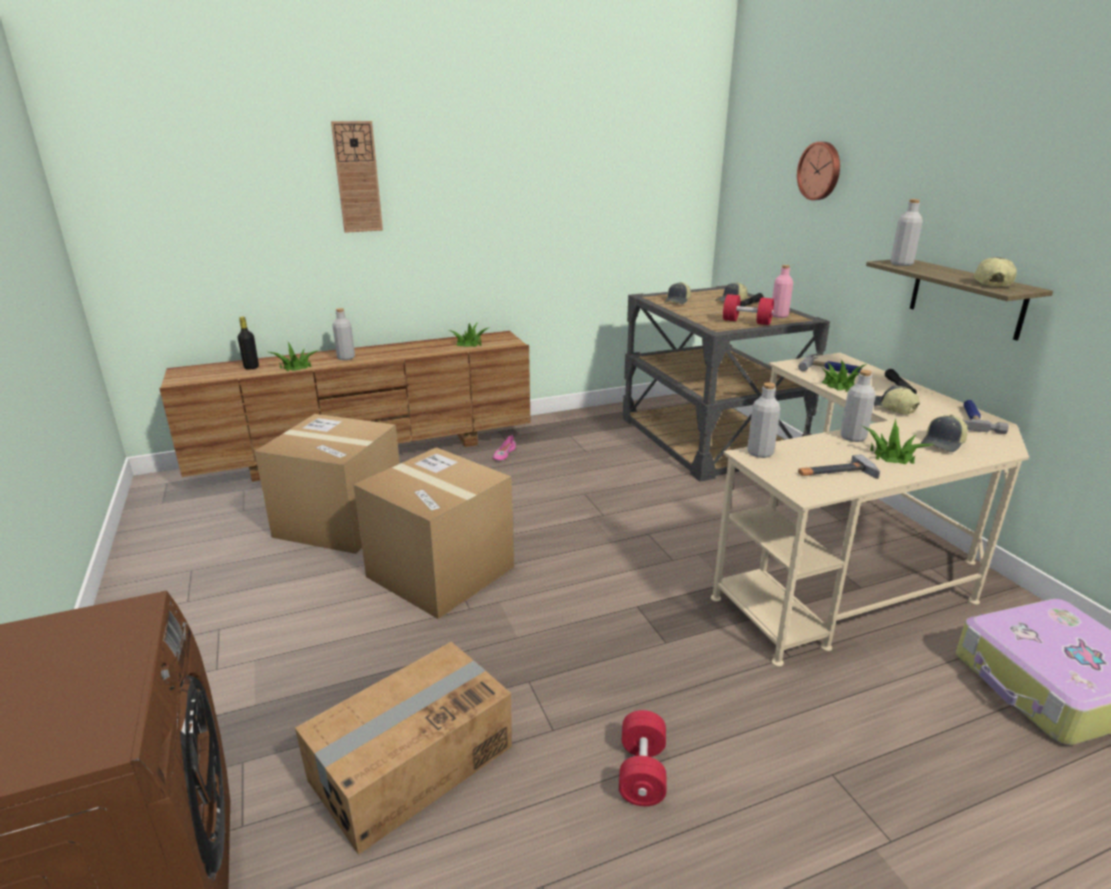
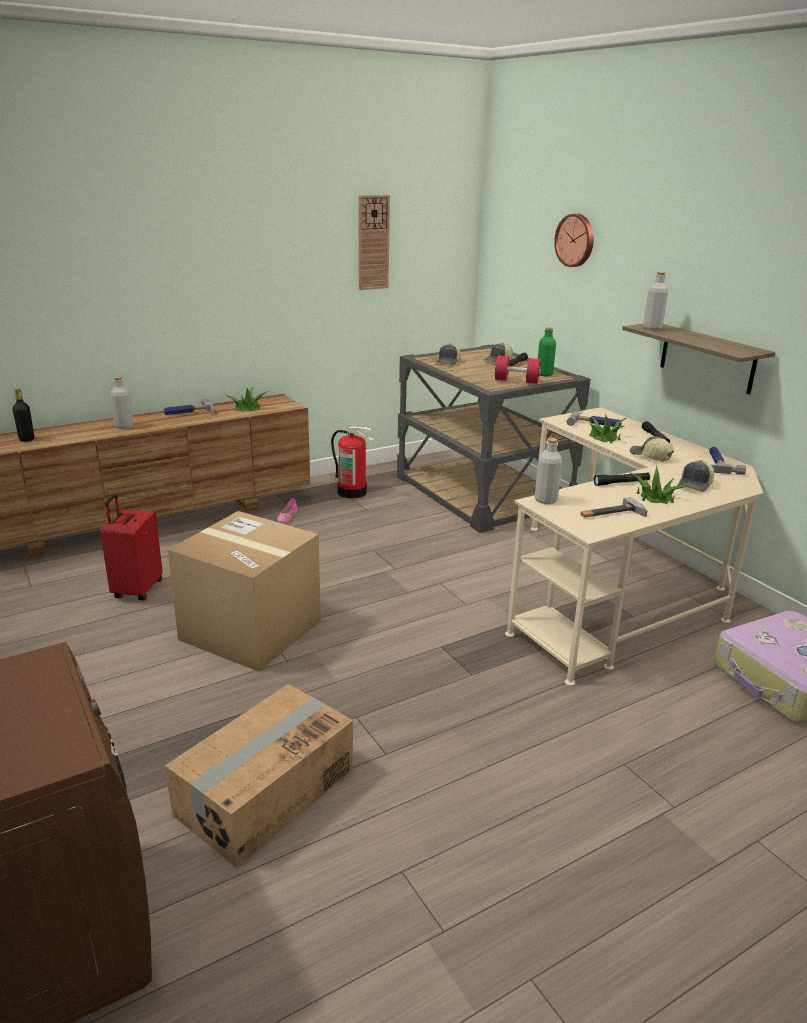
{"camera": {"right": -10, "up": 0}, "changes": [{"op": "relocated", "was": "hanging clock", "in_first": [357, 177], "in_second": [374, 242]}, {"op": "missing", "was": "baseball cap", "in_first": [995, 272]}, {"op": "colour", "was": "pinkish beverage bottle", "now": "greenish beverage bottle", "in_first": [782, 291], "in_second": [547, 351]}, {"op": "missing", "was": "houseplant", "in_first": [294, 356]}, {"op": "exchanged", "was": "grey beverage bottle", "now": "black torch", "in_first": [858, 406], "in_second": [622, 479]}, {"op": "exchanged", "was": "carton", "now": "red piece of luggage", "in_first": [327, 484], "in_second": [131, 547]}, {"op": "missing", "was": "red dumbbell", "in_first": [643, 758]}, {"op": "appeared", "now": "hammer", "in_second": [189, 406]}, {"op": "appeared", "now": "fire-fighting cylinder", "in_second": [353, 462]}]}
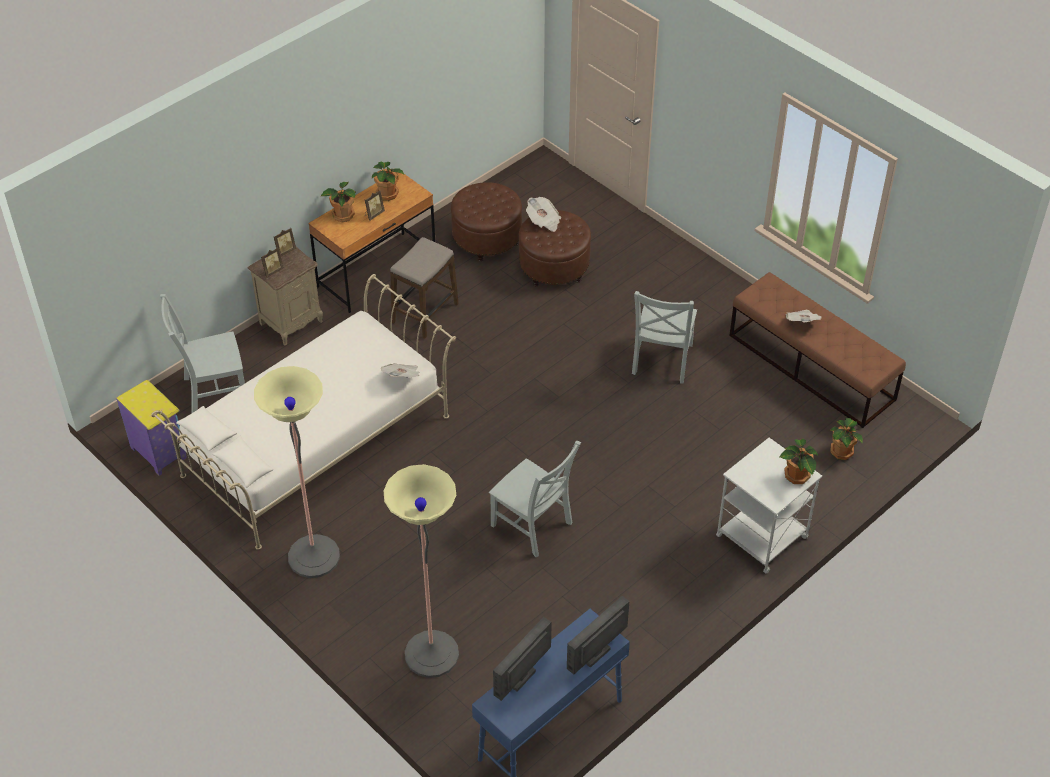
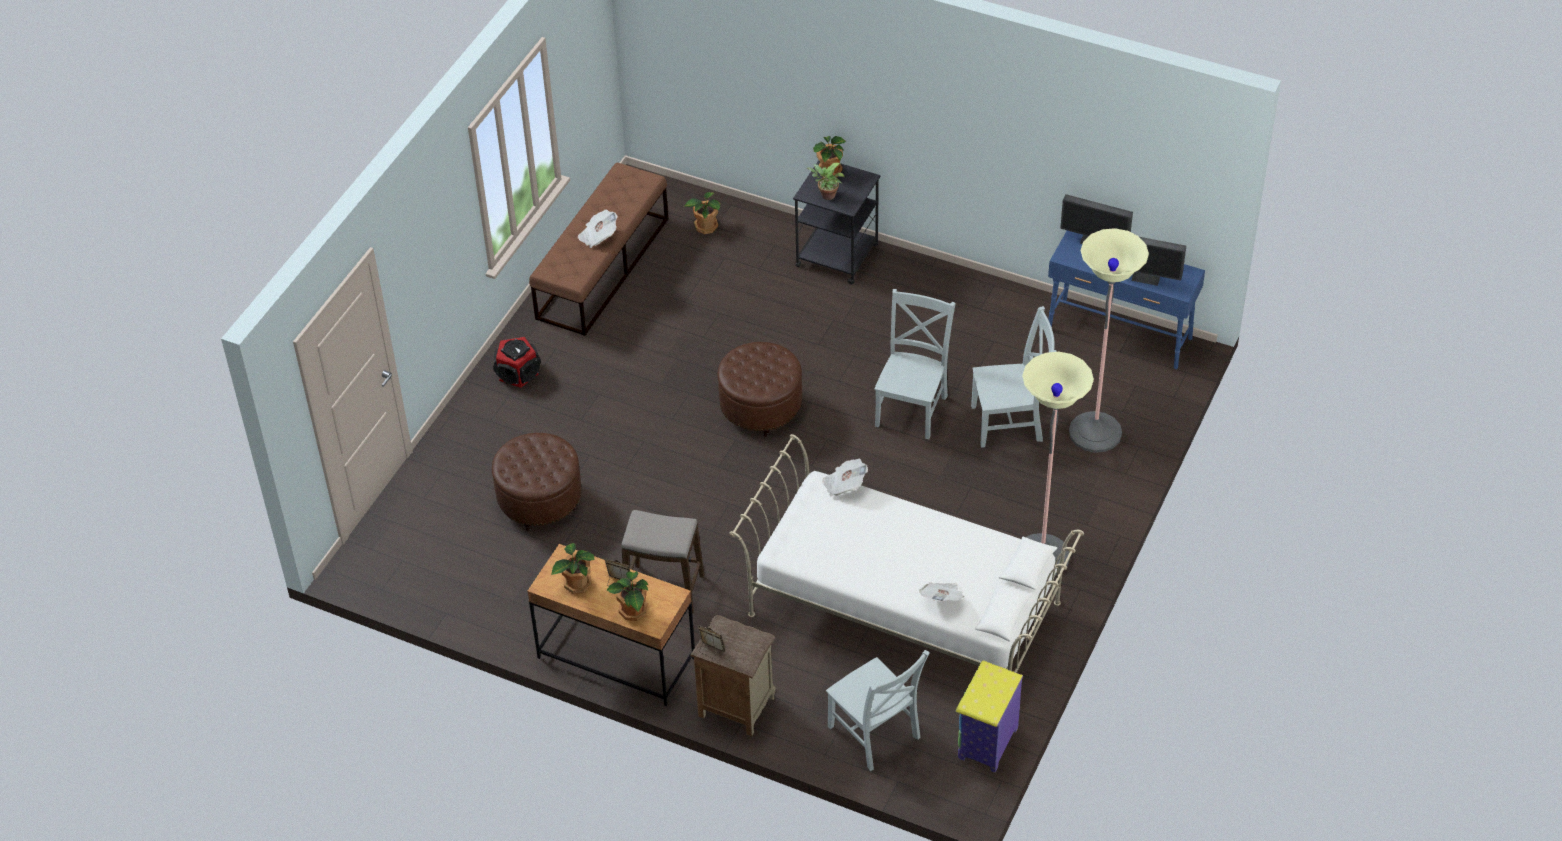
{"camera": {"right": -110, "up": 0}, "changes": [{"op": "relocated", "was": "brownish pouffe", "in_first": [486, 221], "in_second": [760, 389]}, {"op": "relocated", "was": "newspaper", "in_first": [543, 214], "in_second": [941, 591]}, {"op": "missing", "was": "photo frame", "in_first": [272, 263]}, {"op": "relocated", "was": "grey upright chair", "in_first": [664, 337], "in_second": [1014, 377]}, {"op": "colour", "was": "white-coloured wheeled cart", "now": "black wheeled cart", "in_first": [769, 505], "in_second": [836, 222]}, {"op": "appeared", "now": "houseplant", "in_second": [826, 181]}, {"op": "appeared", "now": "loudspeaker", "in_second": [517, 362]}]}
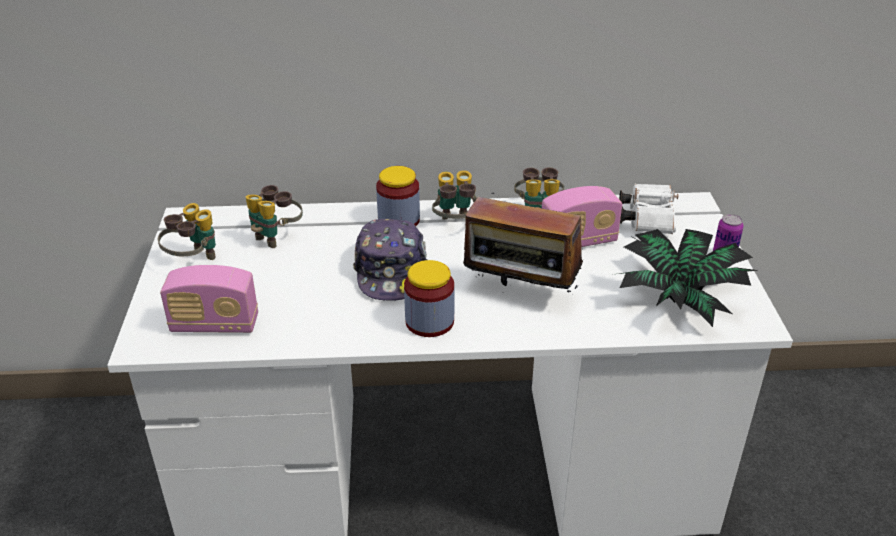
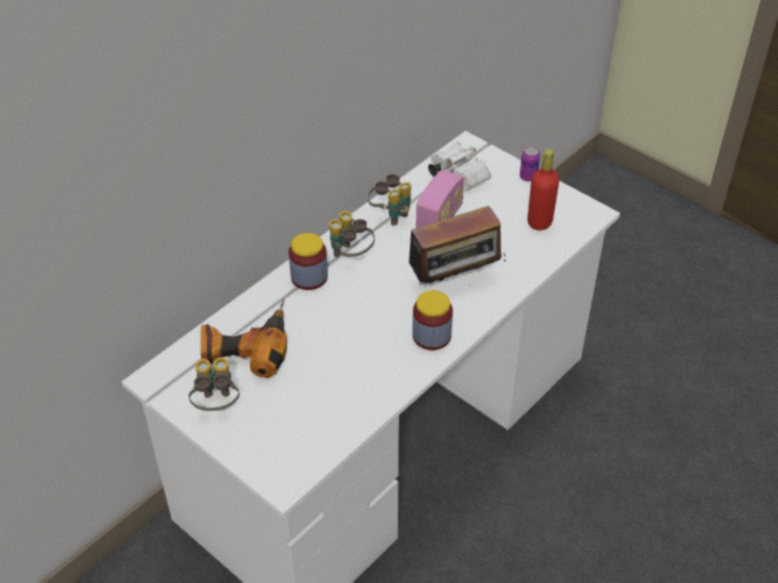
{"camera": {"right": -45, "up": 10}, "changes": [{"op": "exchanged", "was": "field glasses", "now": "power drill", "in_first": [274, 216], "in_second": [244, 338]}, {"op": "missing", "was": "baseball cap", "in_first": [390, 260]}, {"op": "exchanged", "was": "houseplant", "now": "red beverage bottle", "in_first": [684, 278], "in_second": [543, 189]}, {"op": "missing", "was": "radio receiver", "in_first": [209, 299]}]}
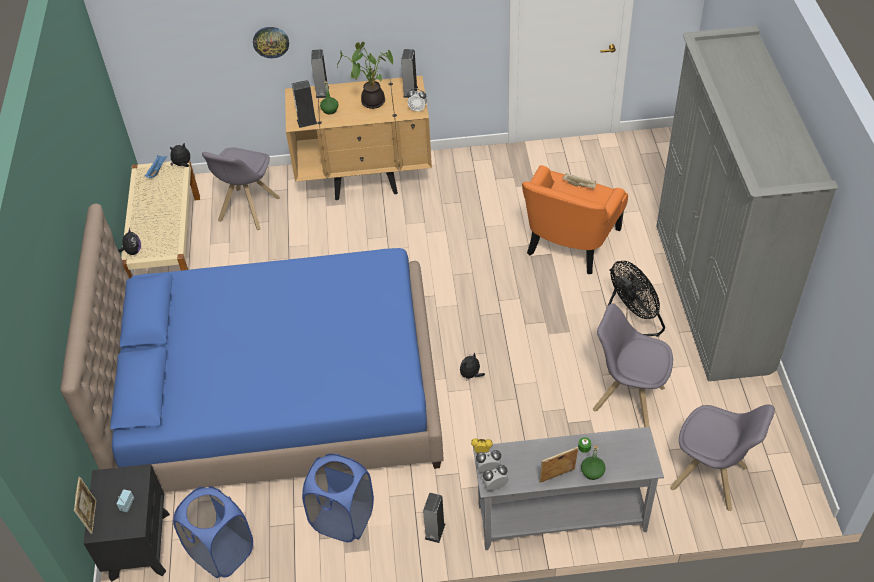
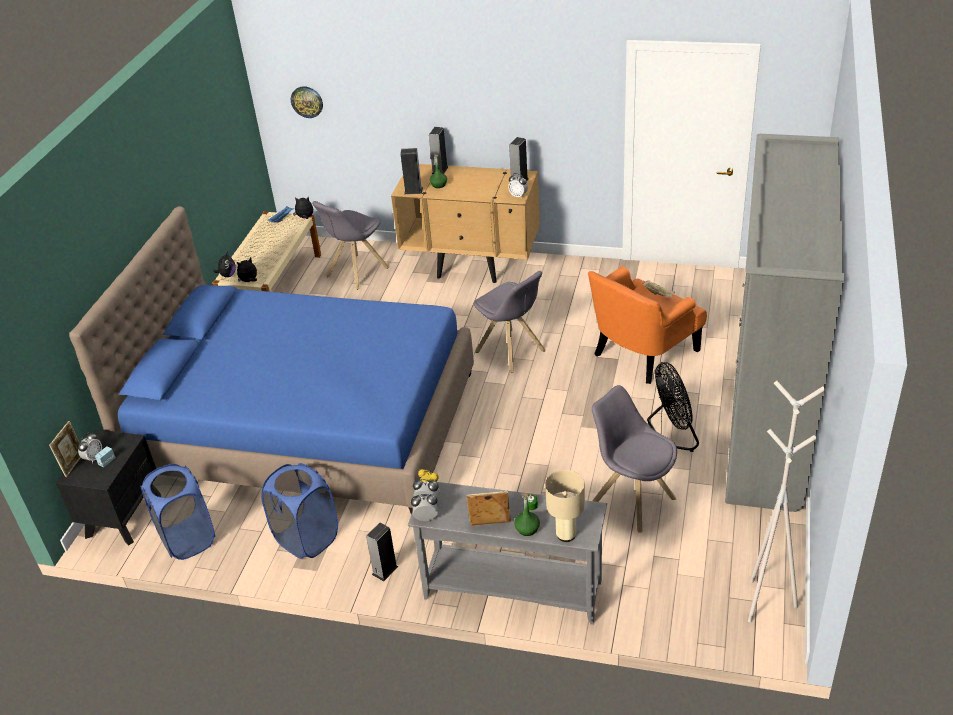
{"camera": {"right": 20, "up": -10}, "changes": [{"op": "relocated", "was": "hanging clock", "in_first": [271, 42], "in_second": [307, 102]}, {"op": "missing", "was": "houseplant", "in_first": [365, 75]}, {"op": "relocated", "was": "soft toy", "in_first": [472, 366], "in_second": [247, 270]}, {"op": "relocated", "was": "grey upright chair", "in_first": [722, 458], "in_second": [509, 322]}, {"op": "appeared", "now": "grey garment stand", "in_second": [786, 502]}, {"op": "appeared", "now": "table clock", "in_second": [90, 447]}, {"op": "appeared", "now": "beige lamp for a table", "in_second": [565, 506]}]}
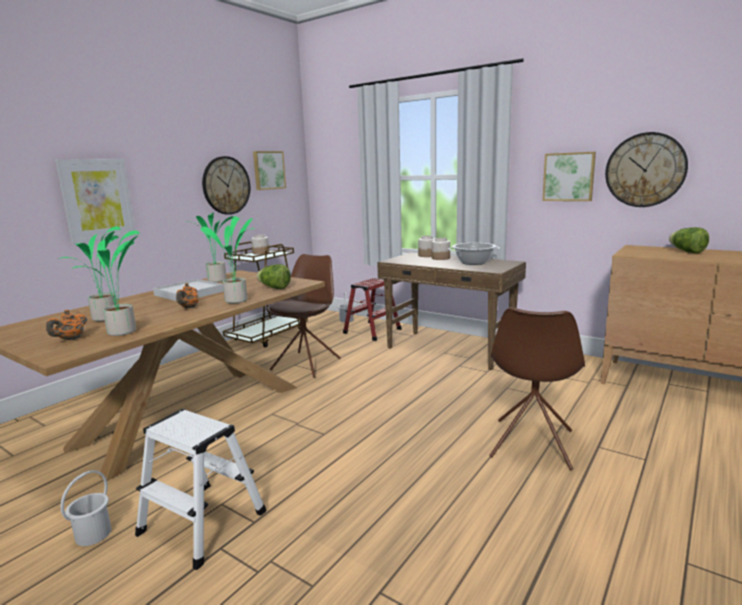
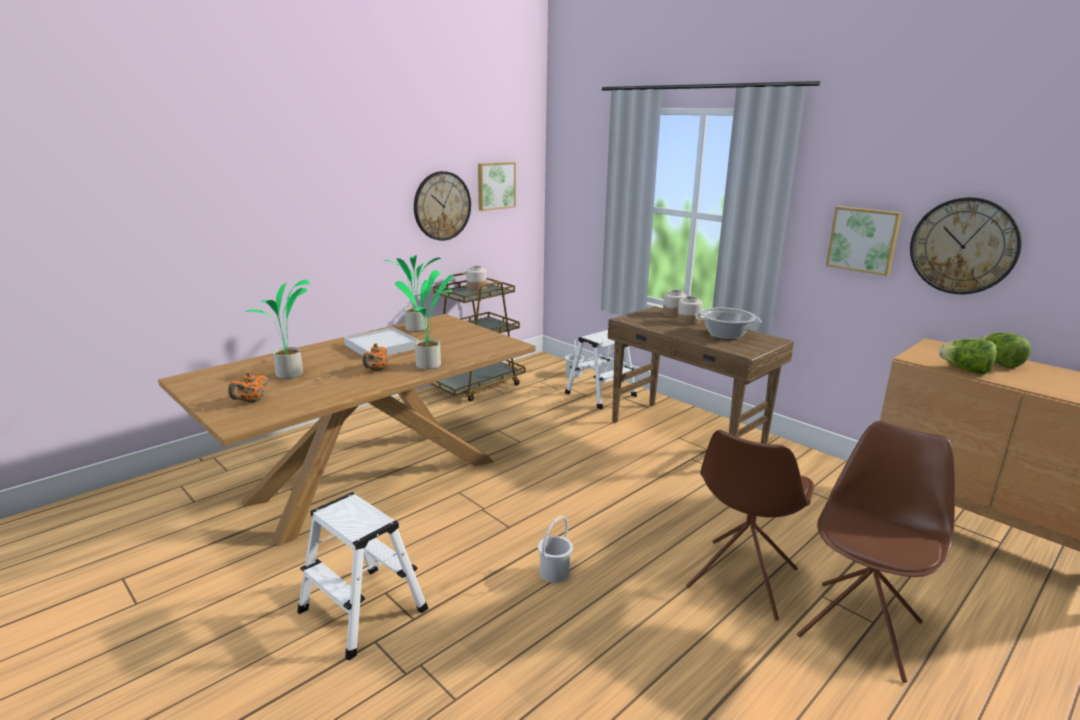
{"camera": {"right": 10, "up": 5}, "changes": [{"op": "missing", "was": "wall picture", "in_first": [95, 201]}, {"op": "missing", "was": "houseplant", "in_first": [106, 283]}, {"op": "relocated", "was": "brownish upright chair", "in_first": [303, 316], "in_second": [876, 552]}, {"op": "relocated", "was": "lettuce", "in_first": [274, 276], "in_second": [968, 356]}, {"op": "colour", "was": "red step ladder", "now": "white-coloured step ladder", "in_first": [372, 309], "in_second": [601, 370]}, {"op": "relocated", "was": "white-coloured water bucket", "in_first": [86, 508], "in_second": [555, 549]}]}
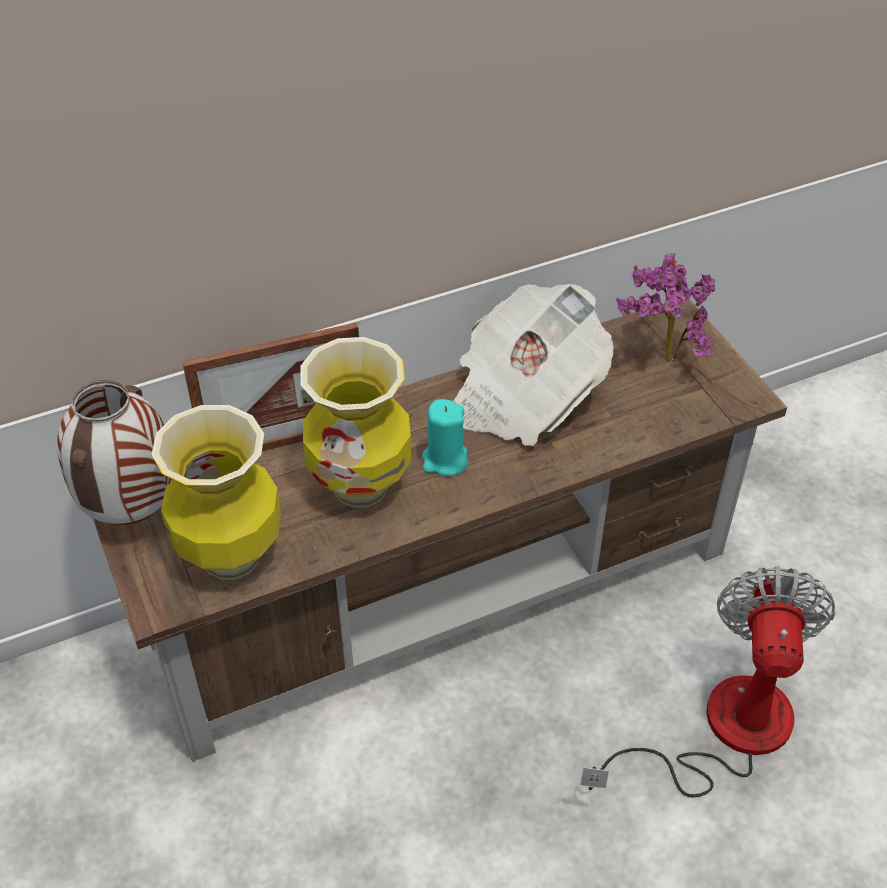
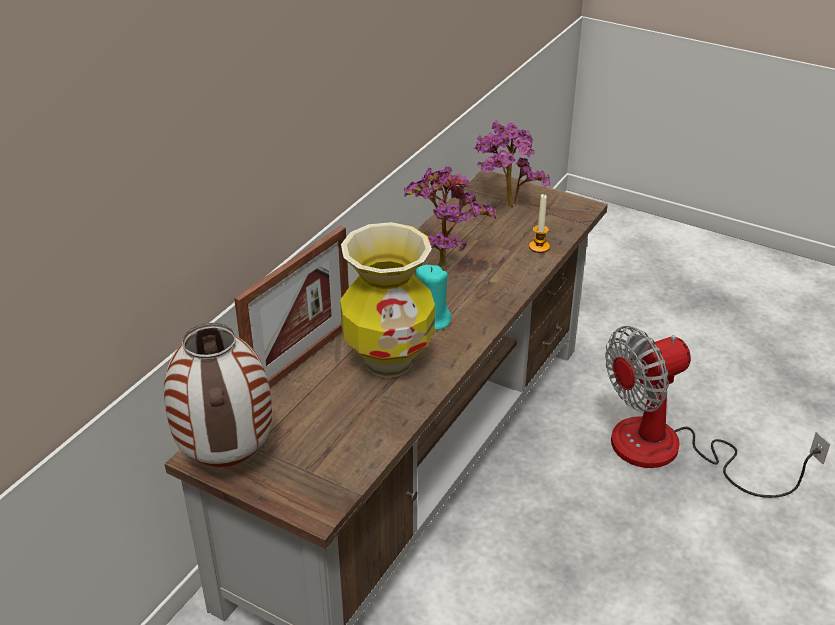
{"camera": {"right": -35, "up": -10}, "changes": [{"op": "exchanged", "was": "newspaper", "now": "houseplant", "in_first": [533, 365], "in_second": [450, 217]}, {"op": "missing", "was": "vase", "in_first": [216, 492]}, {"op": "spun", "was": "fan", "in_first": [708, 682], "in_second": [717, 412], "clockwise": -90}, {"op": "appeared", "now": "candle", "in_second": [539, 223]}]}
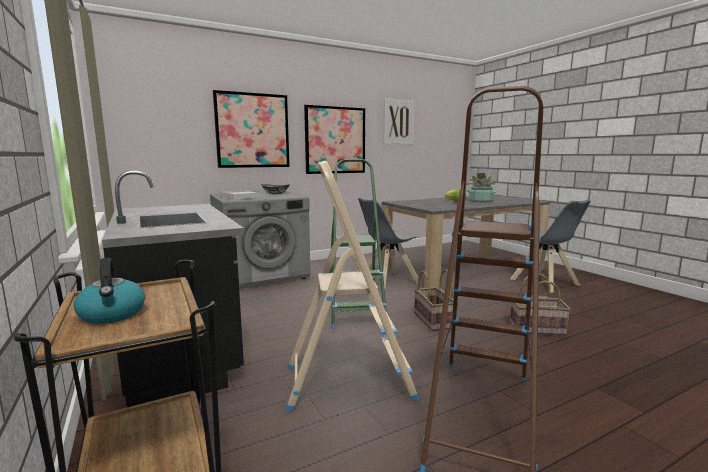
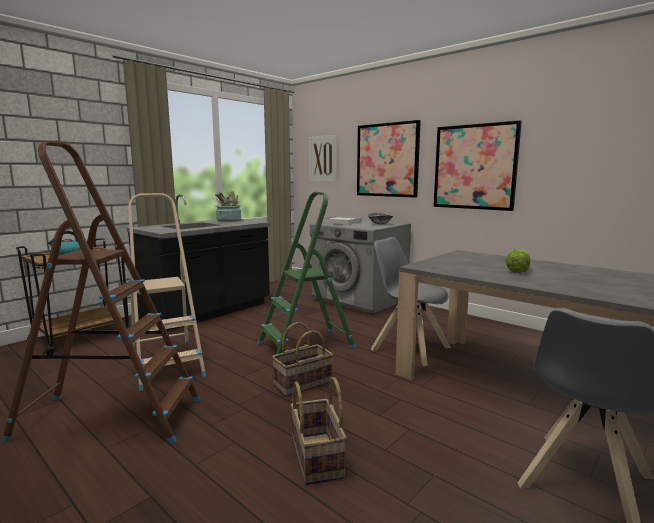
{"camera": {"right": 70, "up": 0}, "changes": [{"op": "relocated", "was": "wall picture", "in_first": [398, 121], "in_second": [323, 158]}, {"op": "relocated", "was": "houseplant", "in_first": [482, 187], "in_second": [226, 206]}]}
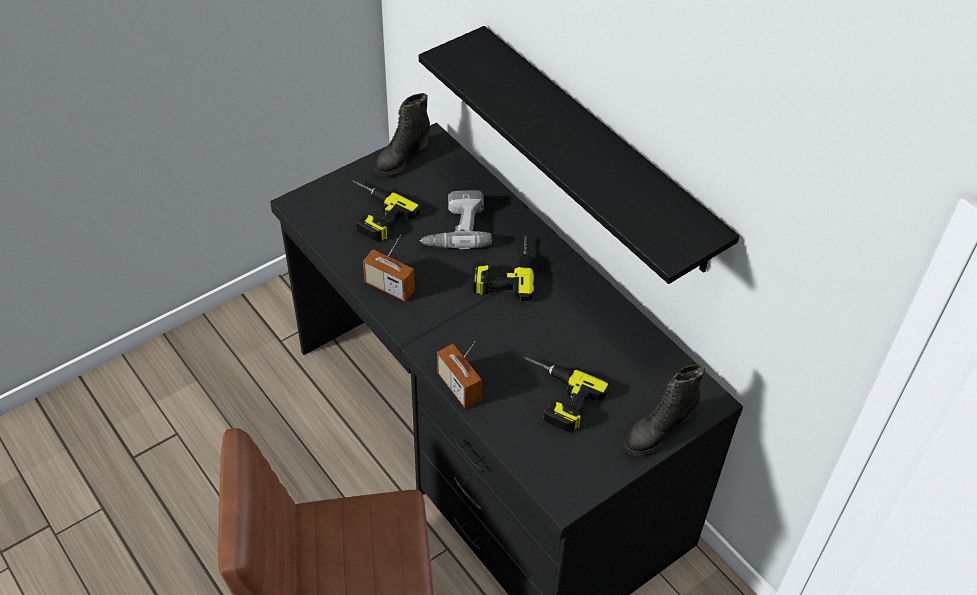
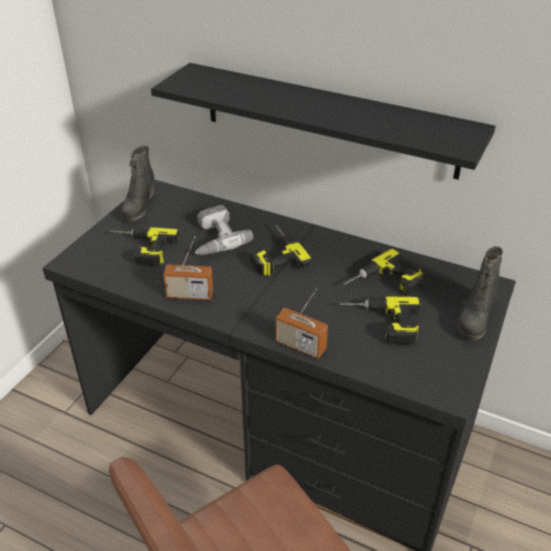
{"camera": {"right": -25, "up": -10}, "changes": [{"op": "appeared", "now": "power drill", "in_second": [384, 272]}]}
